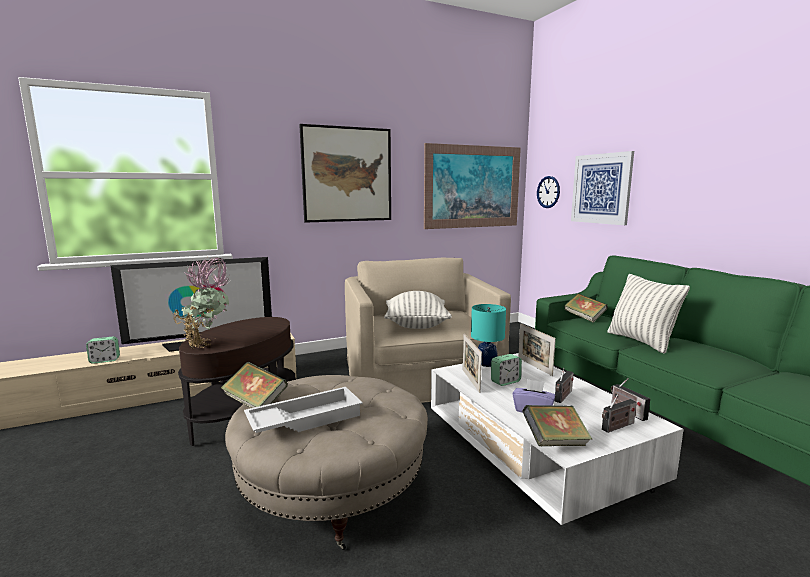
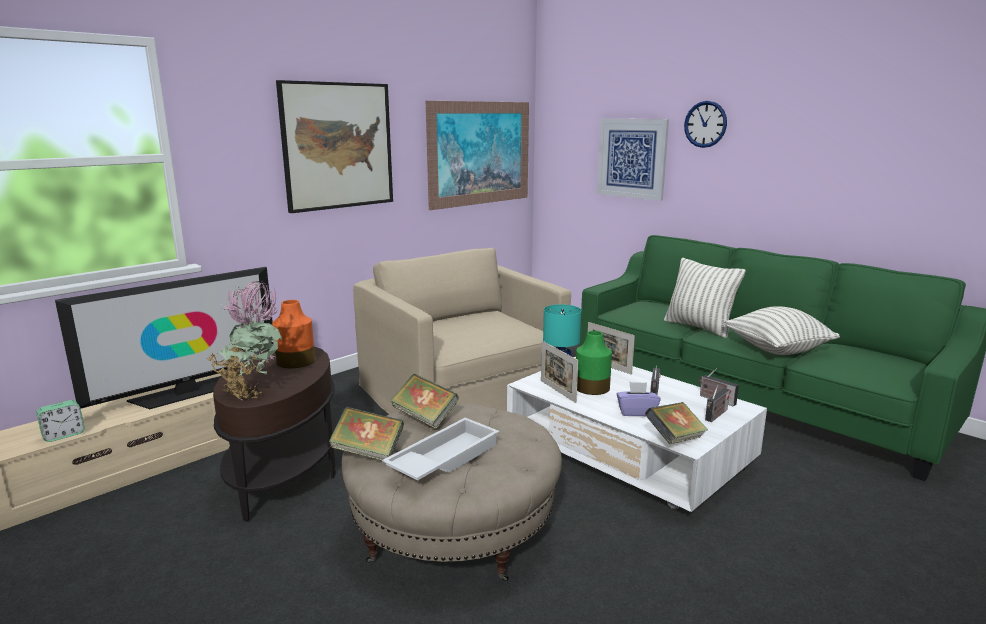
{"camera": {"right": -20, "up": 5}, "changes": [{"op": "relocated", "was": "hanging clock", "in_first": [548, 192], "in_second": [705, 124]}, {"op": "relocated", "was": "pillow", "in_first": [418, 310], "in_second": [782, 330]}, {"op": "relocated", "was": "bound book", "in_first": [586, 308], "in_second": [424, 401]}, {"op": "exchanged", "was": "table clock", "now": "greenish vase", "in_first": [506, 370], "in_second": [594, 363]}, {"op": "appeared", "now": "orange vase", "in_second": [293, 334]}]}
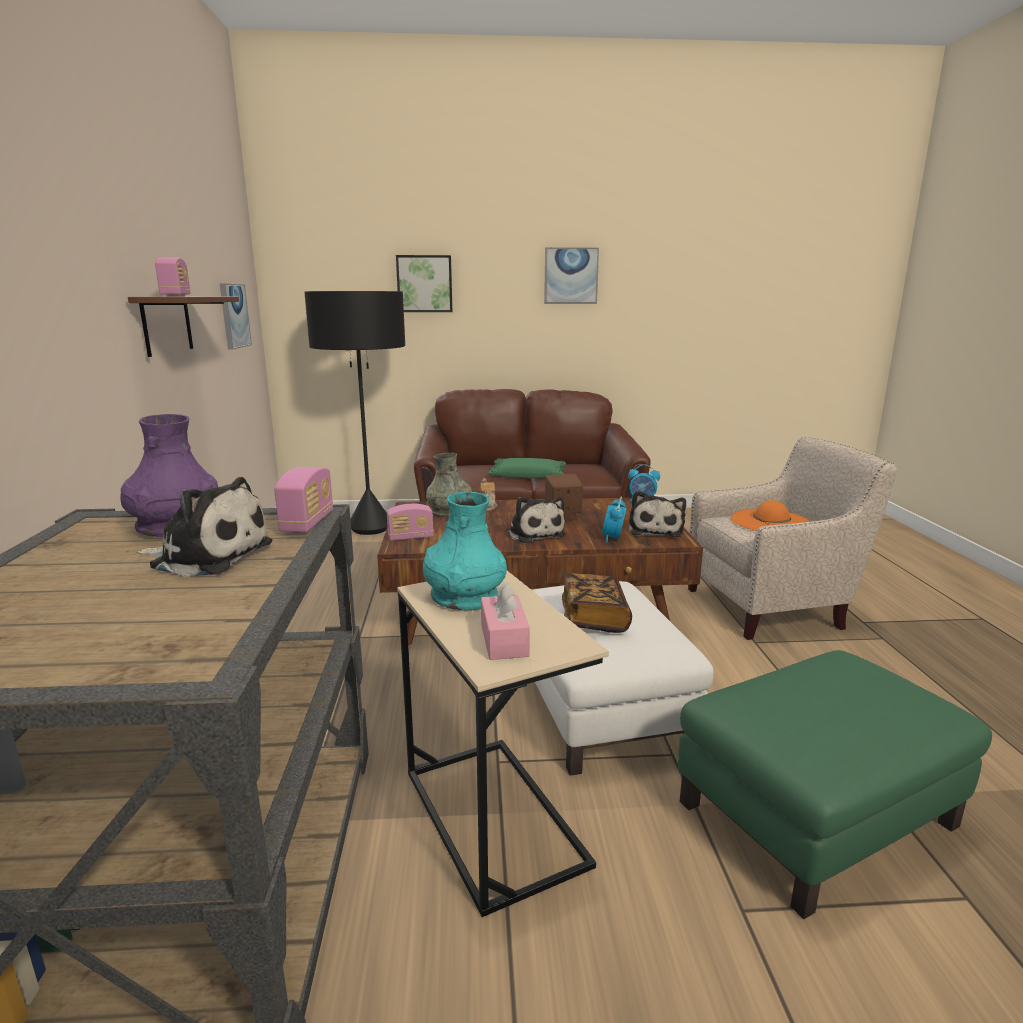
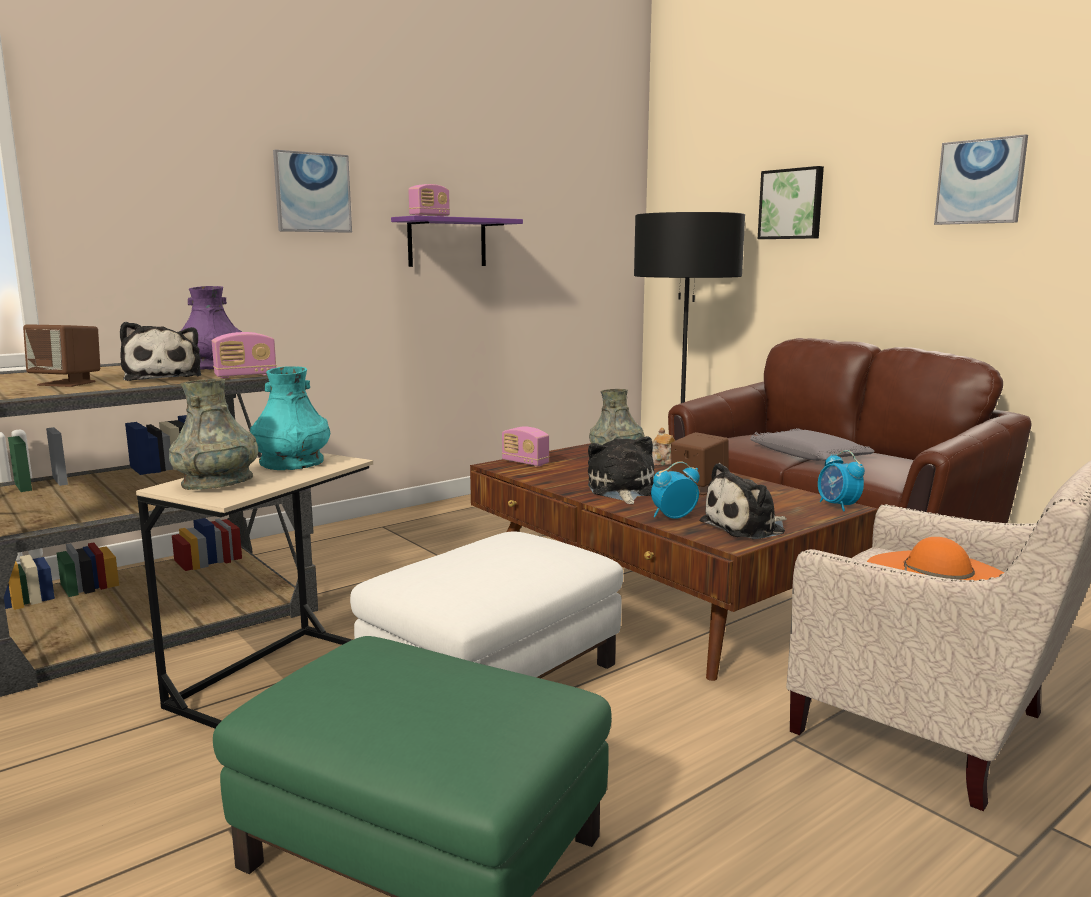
{"camera": {"right": 55, "up": -5}, "changes": [{"op": "relocated", "was": "wall picture", "in_first": [236, 316], "in_second": [312, 191]}, {"op": "colour", "was": "brownish wall shelf", "now": "purple-coloured wall shelf", "in_first": [183, 327], "in_second": [457, 241]}, {"op": "colour", "was": "greenish pillow", "now": "grey pillow", "in_first": [527, 468], "in_second": [812, 444]}, {"op": "spun", "was": "soft toy", "in_first": [536, 520], "in_second": [621, 470], "clockwise": 150}, {"op": "missing", "was": "bound book", "in_first": [597, 603]}, {"op": "exchanged", "was": "pinkish box of tissues", "now": "grey vase", "in_first": [505, 621], "in_second": [213, 434]}, {"op": "appeared", "now": "brownish loudspeaker", "in_second": [61, 356]}]}
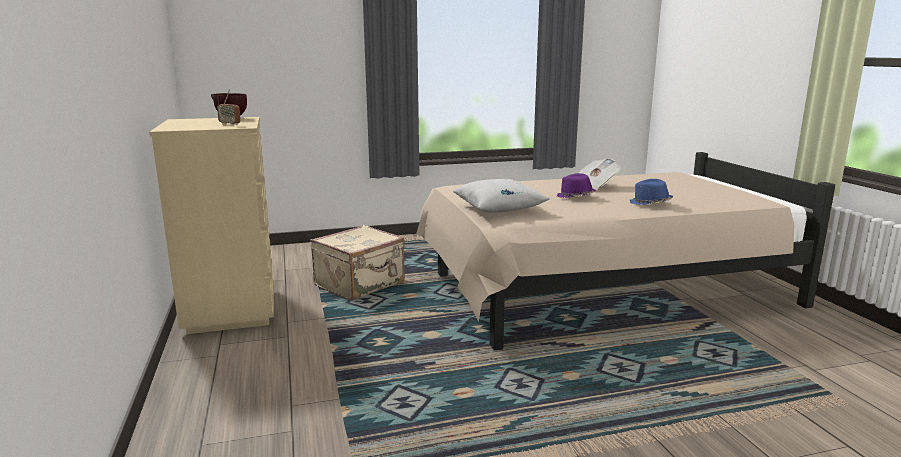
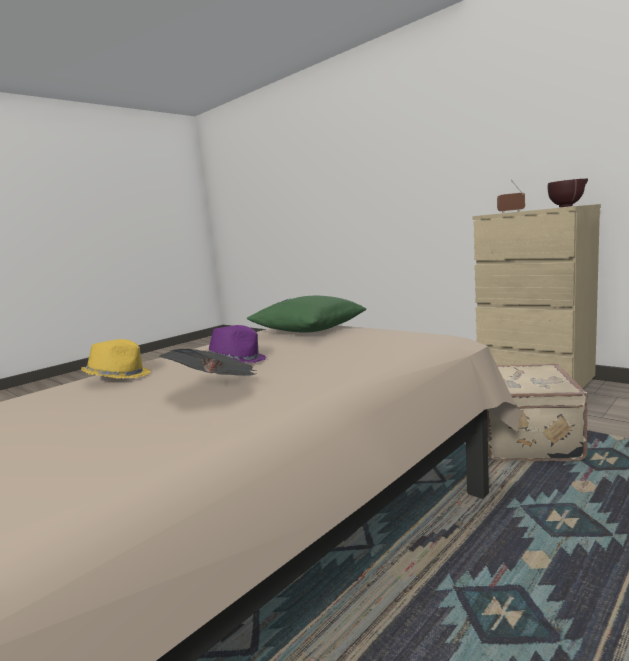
{"camera": {"right": 150, "up": -5}, "changes": [{"op": "colour", "was": "grey pillow", "now": "greenish pillow", "in_first": [501, 196], "in_second": [306, 314]}, {"op": "colour", "was": "blue hat", "now": "yellow hat", "in_first": [651, 192], "in_second": [116, 359]}]}
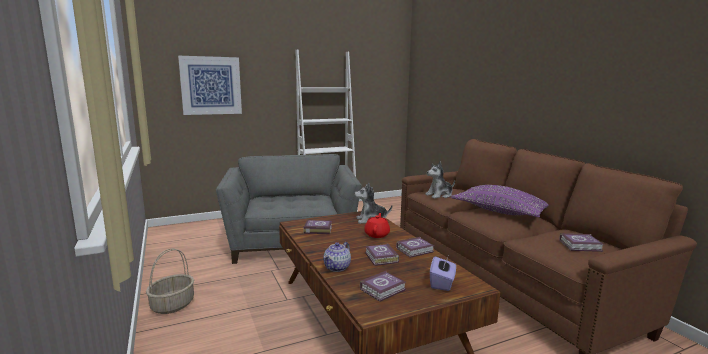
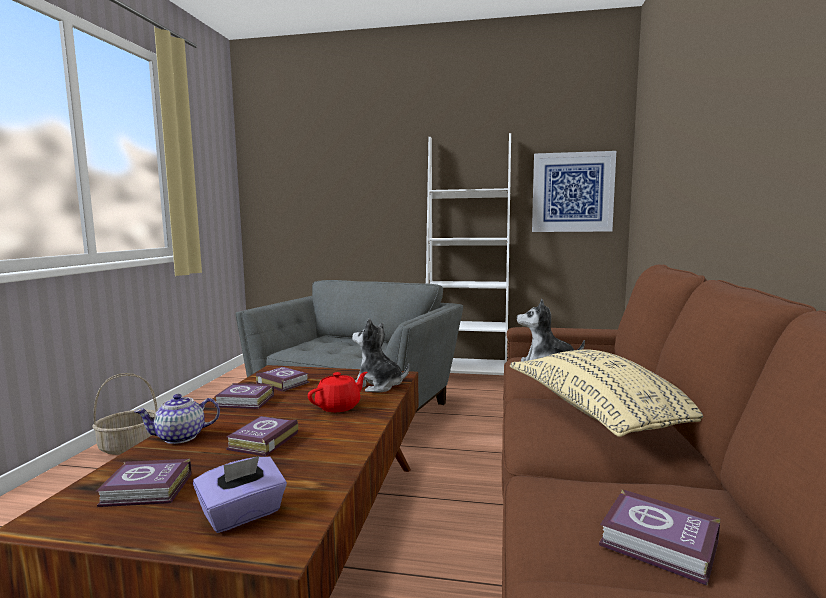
{"camera": {"right": 35, "up": -5}, "changes": [{"op": "relocated", "was": "wall picture", "in_first": [210, 85], "in_second": [574, 191]}, {"op": "colour", "was": "purple-coloured pillow", "now": "beige pillow", "in_first": [500, 201], "in_second": [606, 393]}, {"op": "relocated", "was": "bound book", "in_first": [415, 247], "in_second": [244, 396]}]}
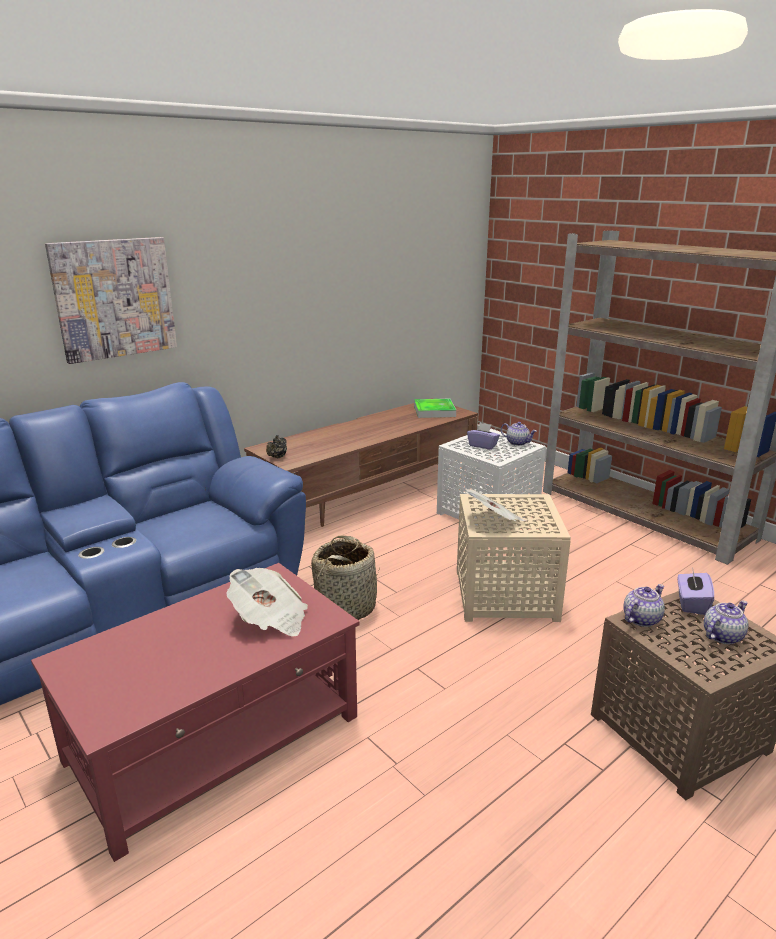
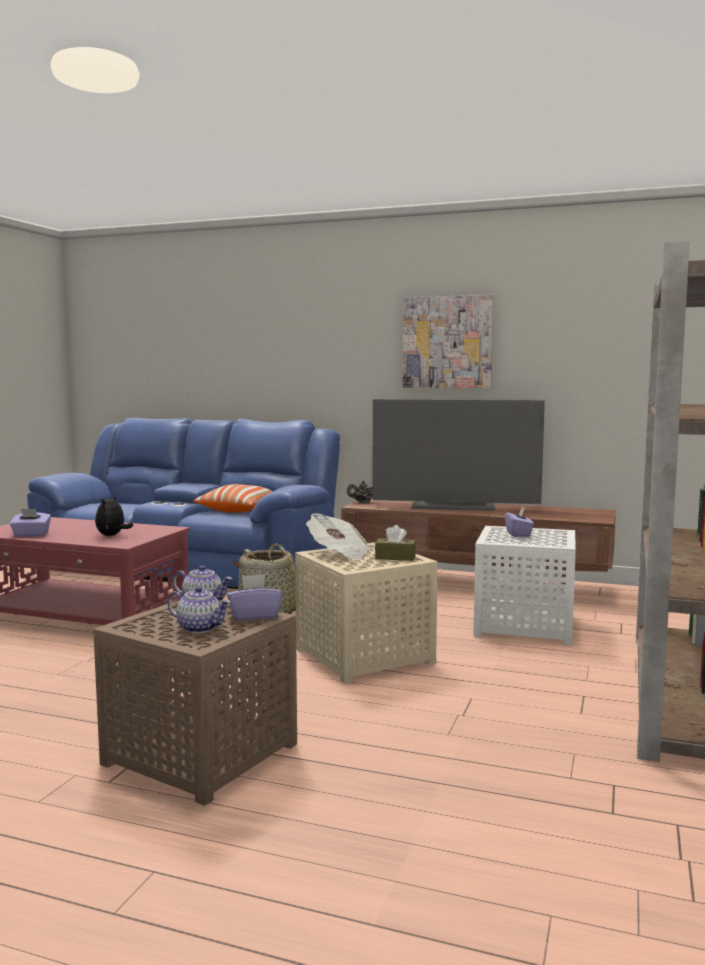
{"camera": {"right": 60, "up": -15}, "changes": [{"op": "relocated", "was": "wall picture", "in_first": [111, 300], "in_second": [448, 341]}, {"op": "missing", "was": "serving tray", "in_first": [435, 408]}, {"op": "missing", "was": "teapot", "in_first": [519, 434]}, {"op": "exchanged", "was": "newspaper", "now": "soft toy", "in_first": [267, 602], "in_second": [114, 515]}, {"op": "appeared", "now": "TV", "in_second": [458, 455]}, {"op": "appeared", "now": "pillow", "in_second": [232, 498]}, {"op": "appeared", "now": "purple-coloured box of tissues", "in_second": [30, 523]}, {"op": "appeared", "now": "brownish box of tissues", "in_second": [395, 543]}]}
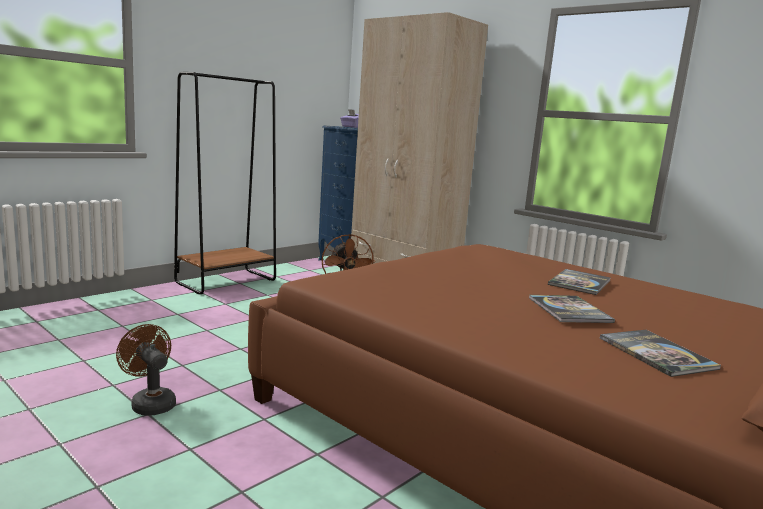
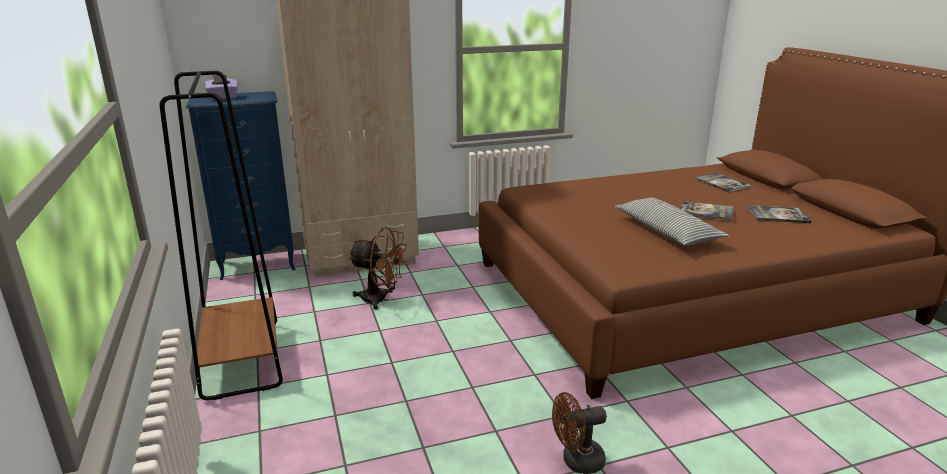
{"camera": {"right": -60, "up": 10}, "changes": [{"op": "relocated", "was": "bound book", "in_first": [579, 282], "in_second": [723, 182]}, {"op": "appeared", "now": "pillow", "in_second": [672, 221]}]}
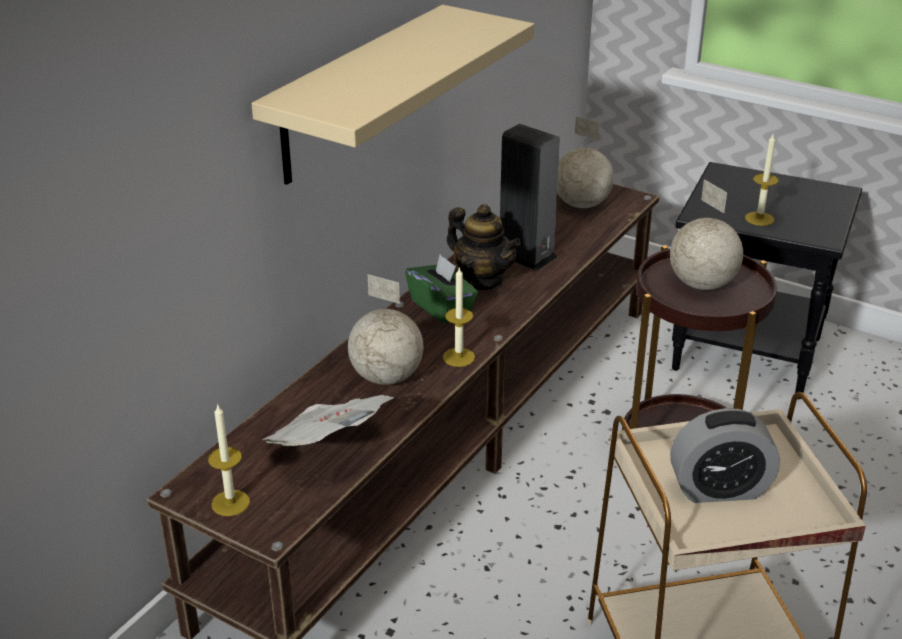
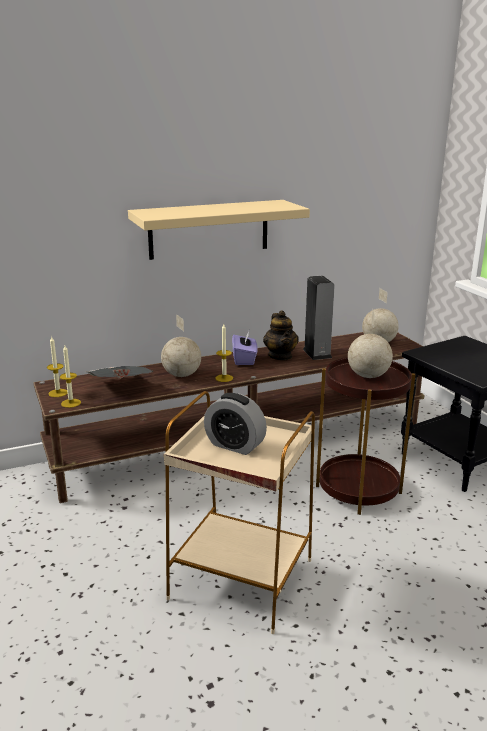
{"camera": {"right": 35, "up": -10}, "changes": [{"op": "relocated", "was": "candle", "in_first": [762, 180], "in_second": [70, 376]}, {"op": "colour", "was": "greenish box of tissues", "now": "purple-coloured box of tissues", "in_first": [441, 289], "in_second": [245, 348]}]}
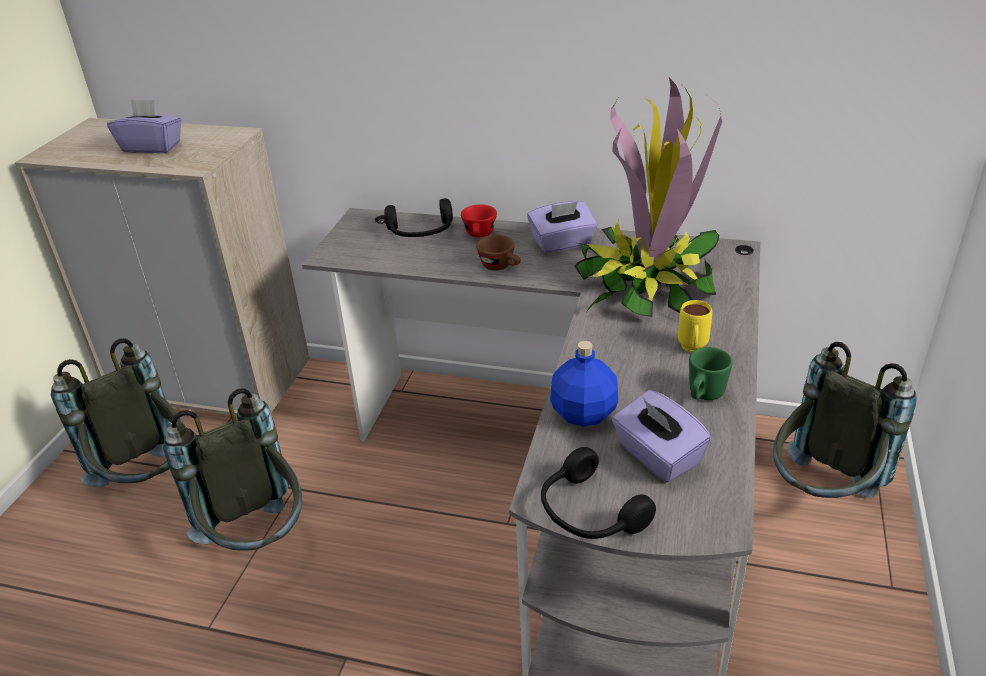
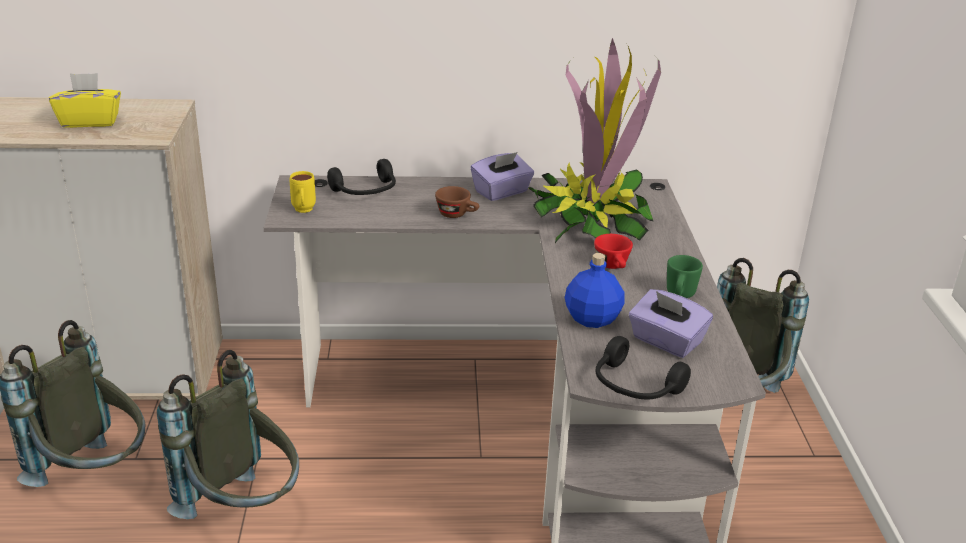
{"camera": {"right": -20, "up": -5}, "changes": [{"op": "colour", "was": "purple-coloured box of tissues", "now": "yellow box of tissues", "in_first": [144, 126], "in_second": [85, 100]}, {"op": "relocated", "was": "red drinking cup", "in_first": [479, 220], "in_second": [613, 251]}, {"op": "relocated", "was": "yellow mug", "in_first": [695, 326], "in_second": [302, 192]}]}
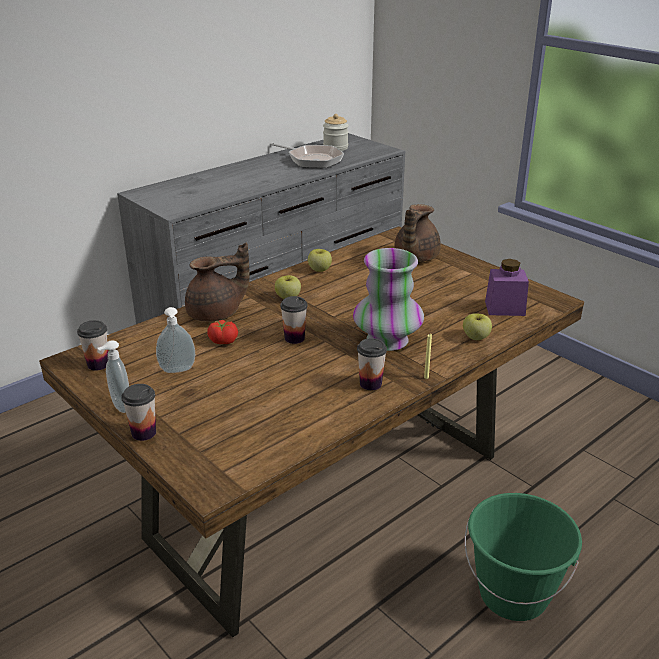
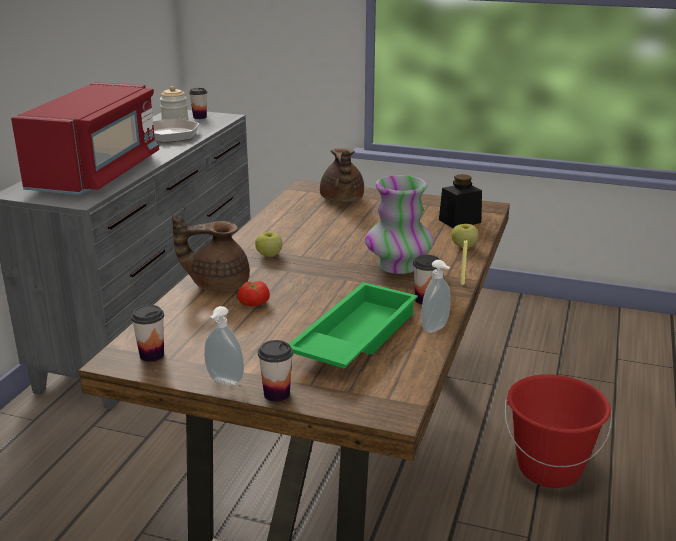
{"camera": {"right": -30, "up": -5}, "changes": [{"op": "spun", "was": "brownish teapot", "in_first": [217, 282], "in_second": [211, 253], "clockwise": -135}, {"op": "missing", "was": "apple", "in_first": [320, 260]}, {"op": "colour", "was": "purple-coloured preserve jar", "now": "black preserve jar", "in_first": [507, 287], "in_second": [460, 201]}, {"op": "relocated", "was": "drinking cup", "in_first": [293, 320], "in_second": [198, 103]}, {"op": "relocated", "was": "liquid soap bottle", "in_first": [175, 340], "in_second": [435, 296]}, {"op": "colour", "was": "greenish water bucket", "now": "red water bucket", "in_first": [523, 557], "in_second": [558, 431]}, {"op": "appeared", "now": "red microwave oven", "in_second": [85, 138]}, {"op": "appeared", "now": "greenish serving tray", "in_second": [353, 325]}]}
